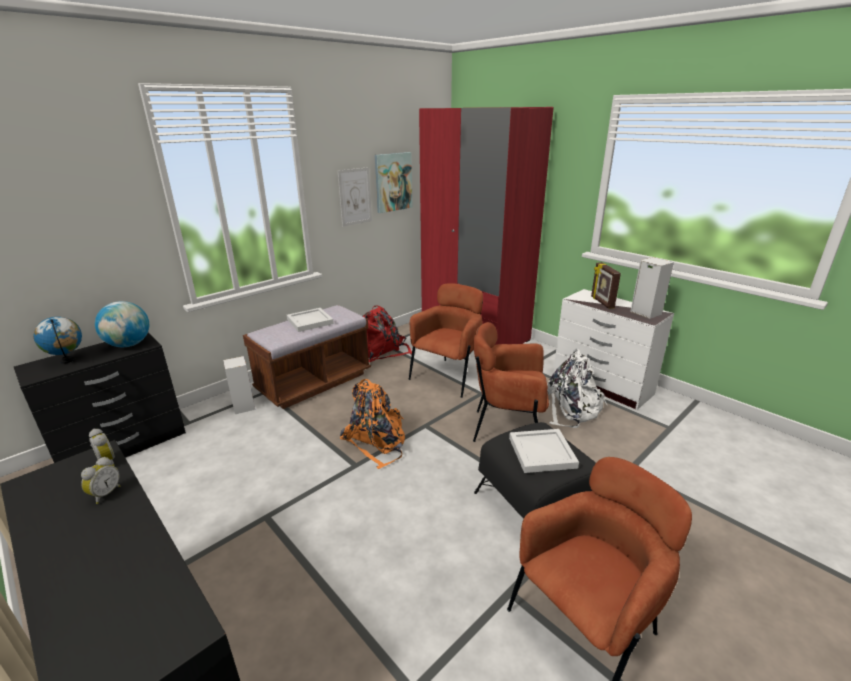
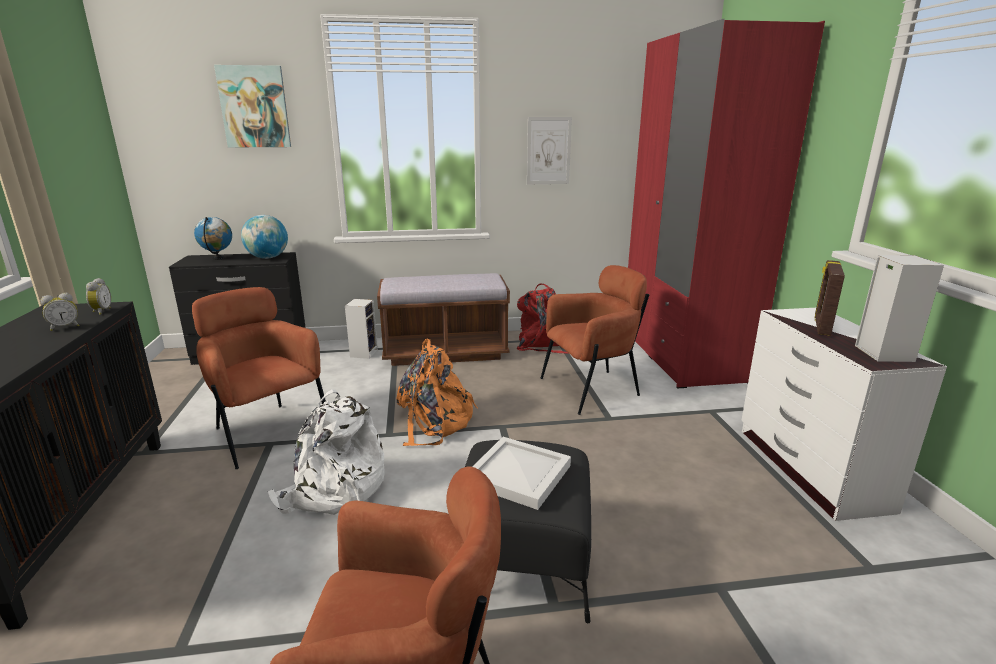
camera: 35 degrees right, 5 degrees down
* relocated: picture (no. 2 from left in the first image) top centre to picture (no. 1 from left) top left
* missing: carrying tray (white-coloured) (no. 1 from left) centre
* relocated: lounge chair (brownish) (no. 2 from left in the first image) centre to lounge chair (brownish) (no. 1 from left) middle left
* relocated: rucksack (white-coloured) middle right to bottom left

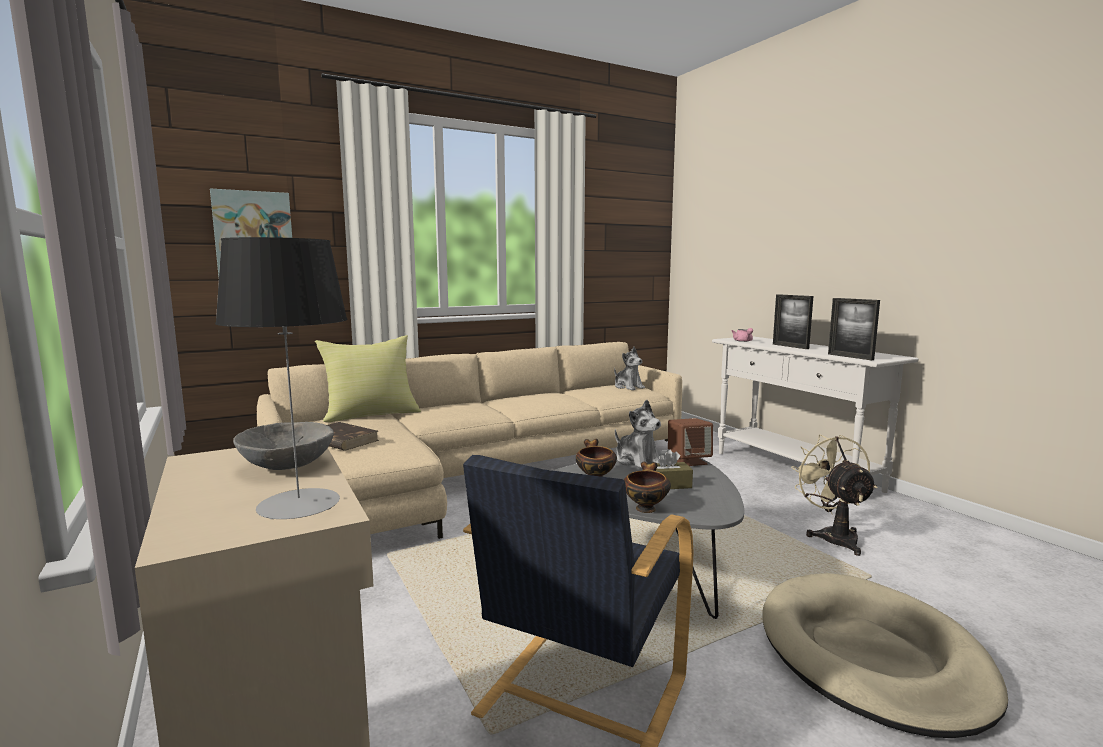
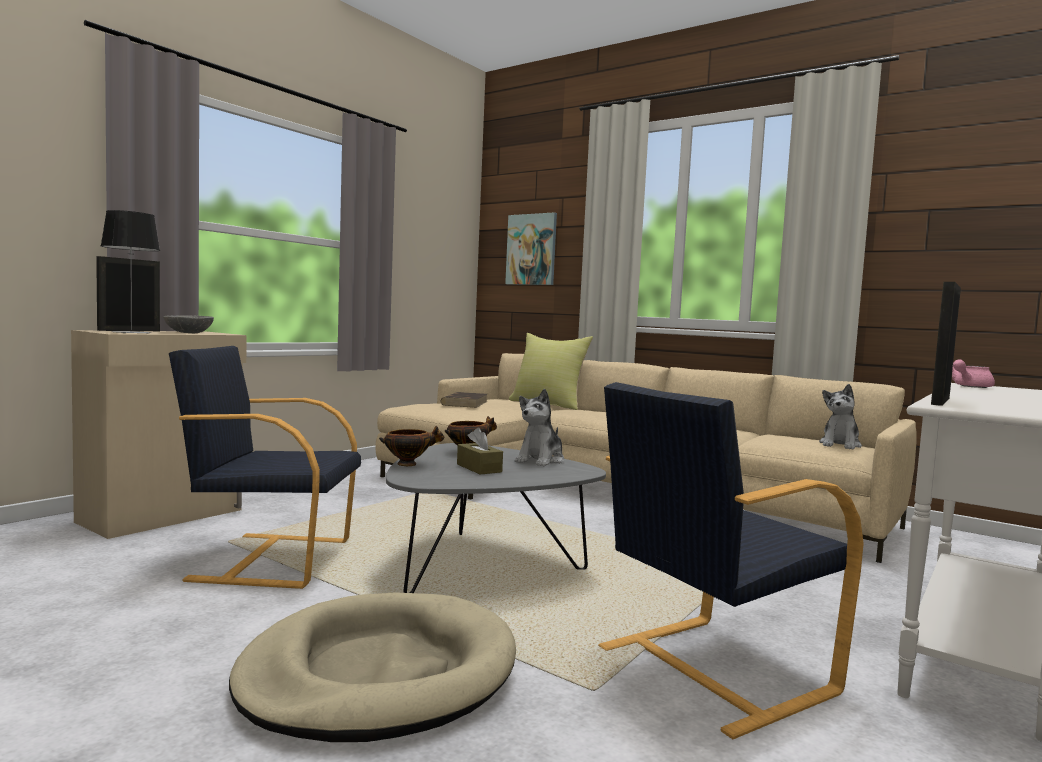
camera: 65 degrees right, 5 degrees down
* relocated: picture frame (no. 1 from left) middle right to middle left
* missing: audio speaker (brownish) centre
* exchanged: cooling fan (beige) middle right to lounge chair (black) (no. 2 from left) bottom right

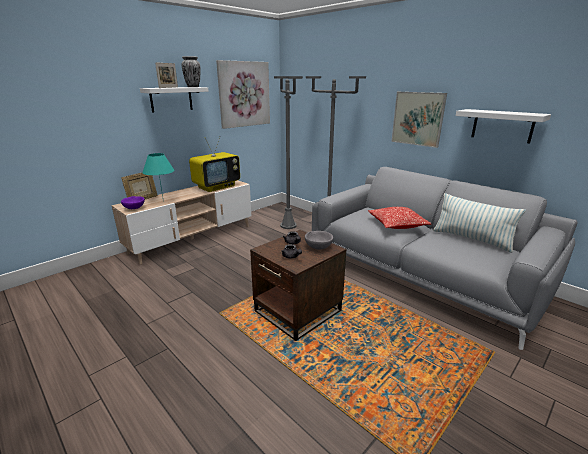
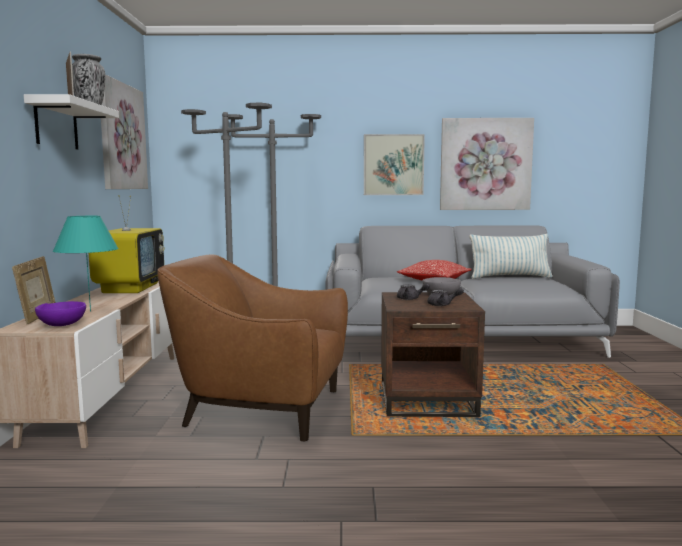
camera: 45 degrees left, 15 degrees down
* exchanged: wall shelf (white-coloured) (no. 2 from left) top right to picture (no. 3 from left) top right
* appeared: lounge chair (brownish) centre

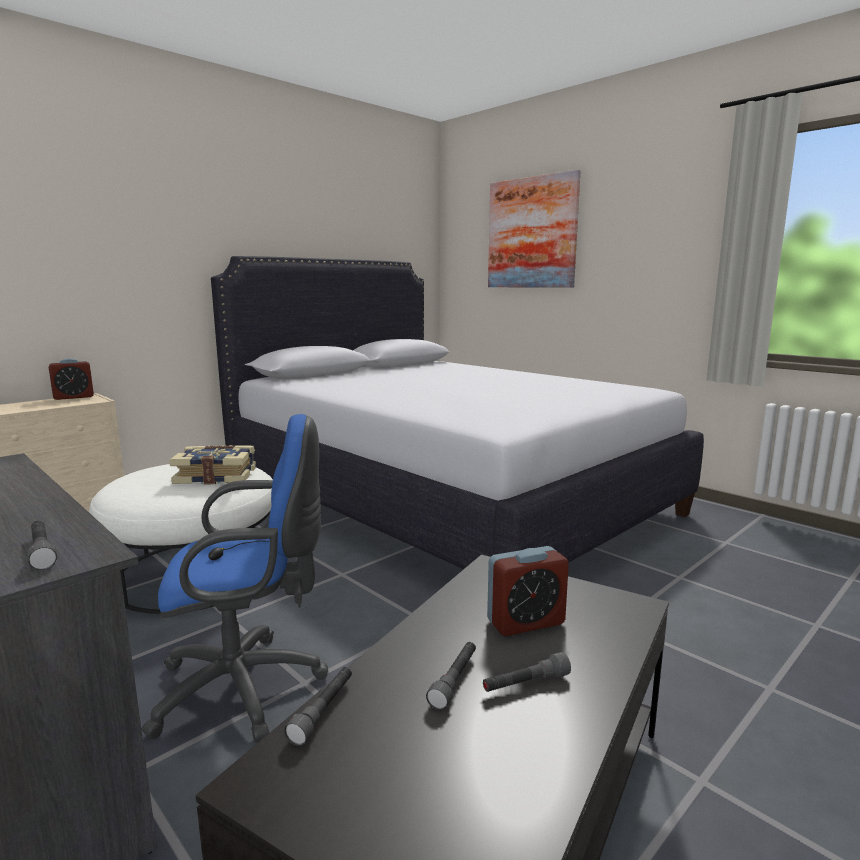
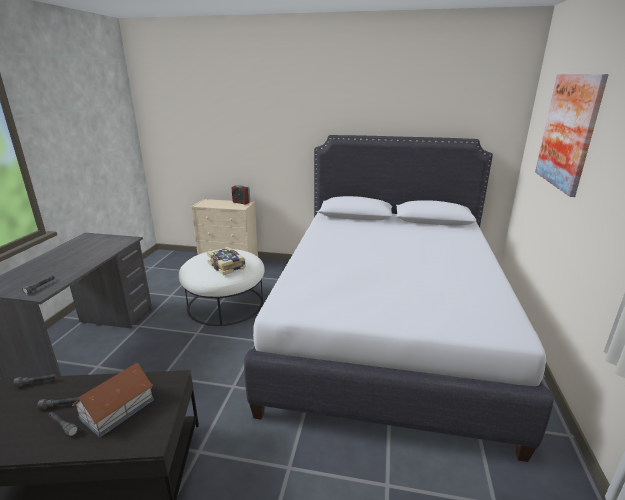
camera: 55 degrees right, 10 degrees up
* missing: desk chair (blue-coloured) bottom left
* exchanged: alarm clock (no. 2 from left) bottom centre to miniature house bottom left

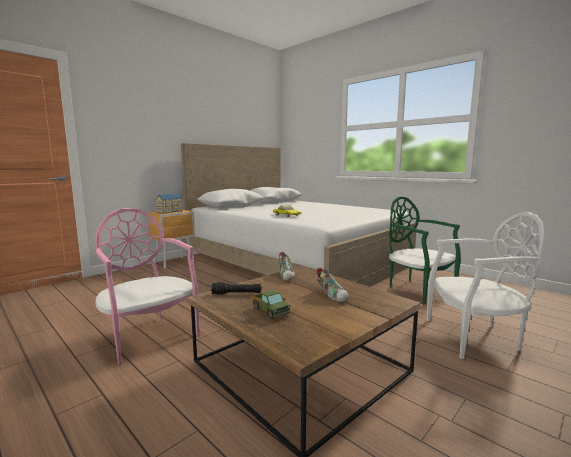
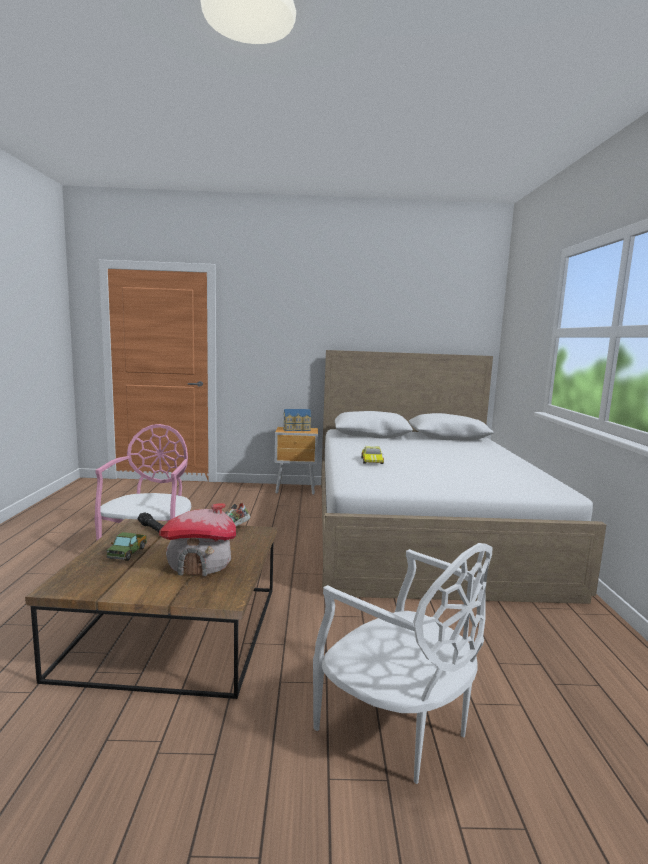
camera: 45 degrees right, 0 degrees up
* missing: plain chair (greenish) middle right
* exchanged: item of footwear (no. 2 from left) centre to miniature house (no. 1 from left) middle left

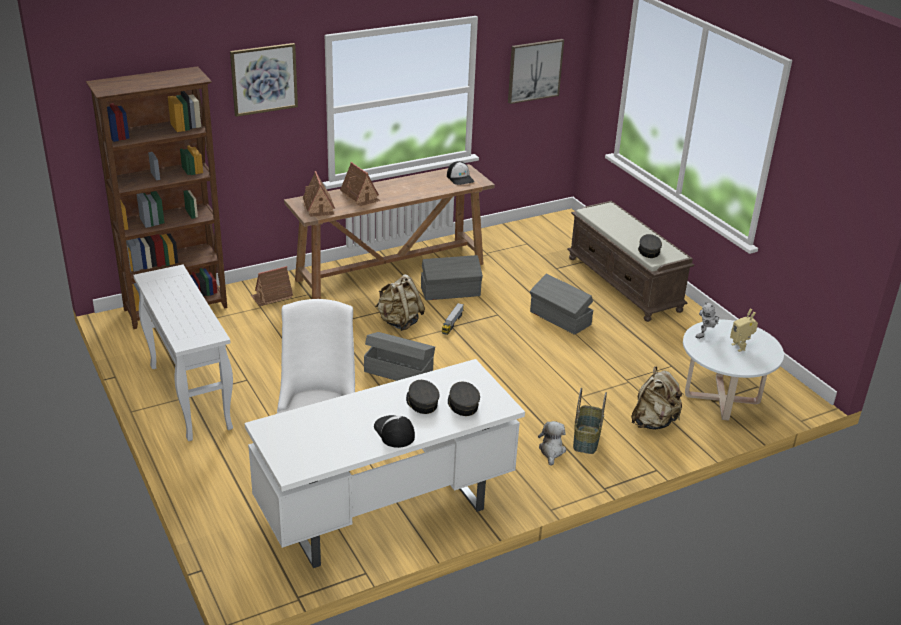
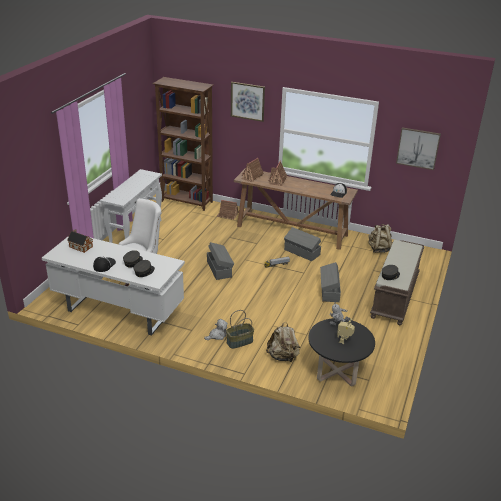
camera: 50 degrees right, 0 degrees up
* relocated: rucksack (beige) (no. 1 from left in the first image) centre to rucksack (beige) (no. 2 from left) middle right
* colour: coffee table (white-coloured) middle right to coffee table (black) bottom right
* appeared: miniature house (no. 1 from left) middle left

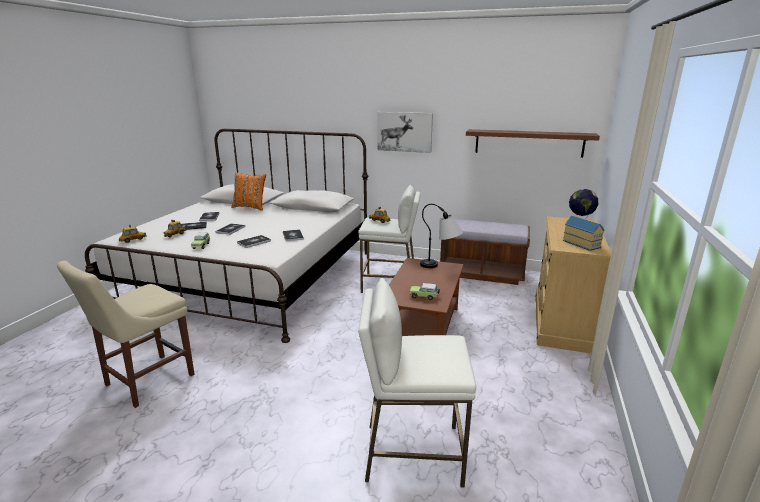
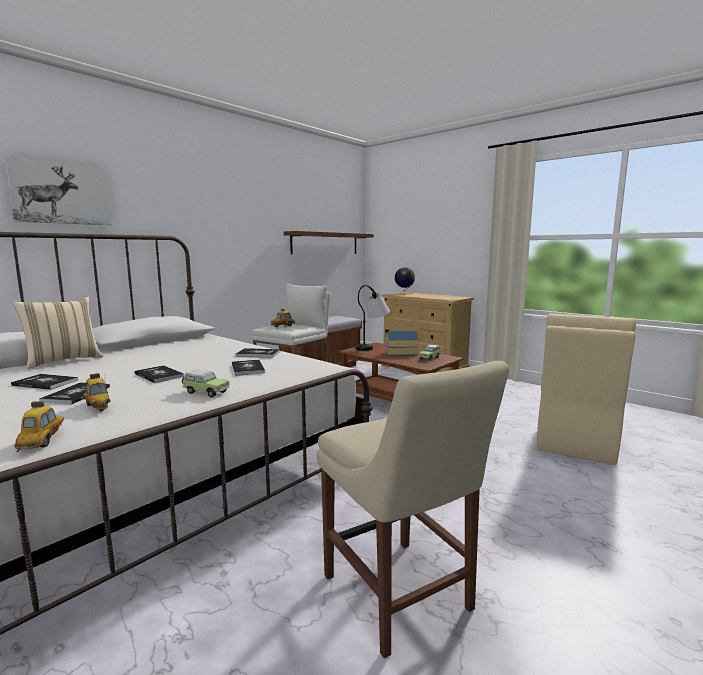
camera: 65 degrees left, 10 degrees down
* relocated: picture top centre to top left
* colour: pillow (orangey) middle left to pillow (beige) middle left
* relocated: miniature house middle right to centre
* exchanged: stool (white-coloured) (no. 2 from left) bottom centre to plain chair (beige) (no. 2 from left) middle right

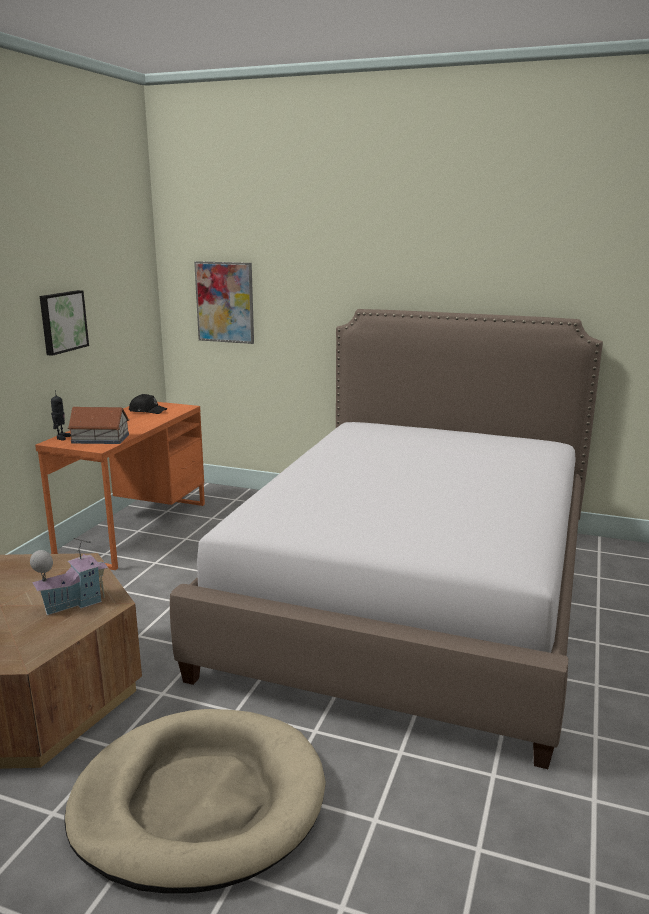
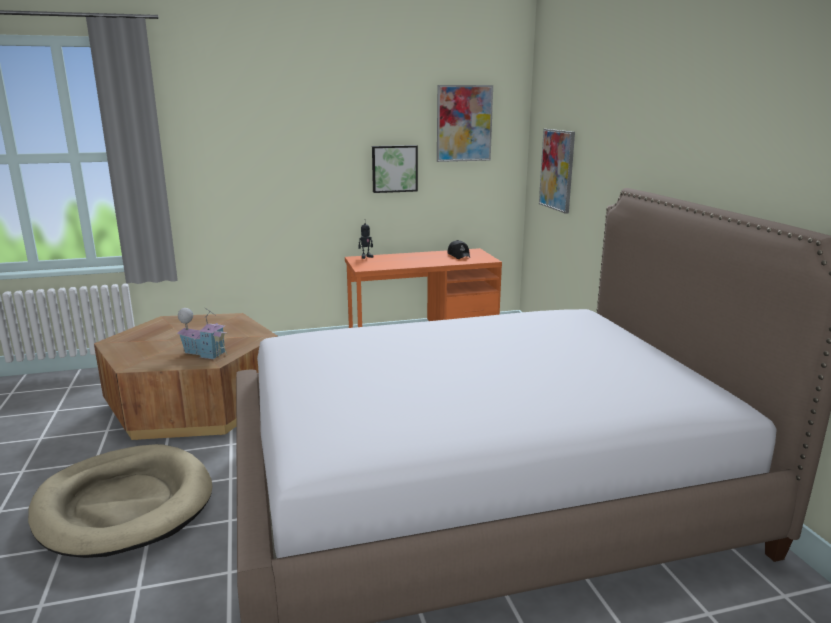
camera: 55 degrees right, 0 degrees up
* missing: miniature house (no. 2 from left) middle left
* appeared: picture (no. 2 from left) top centre

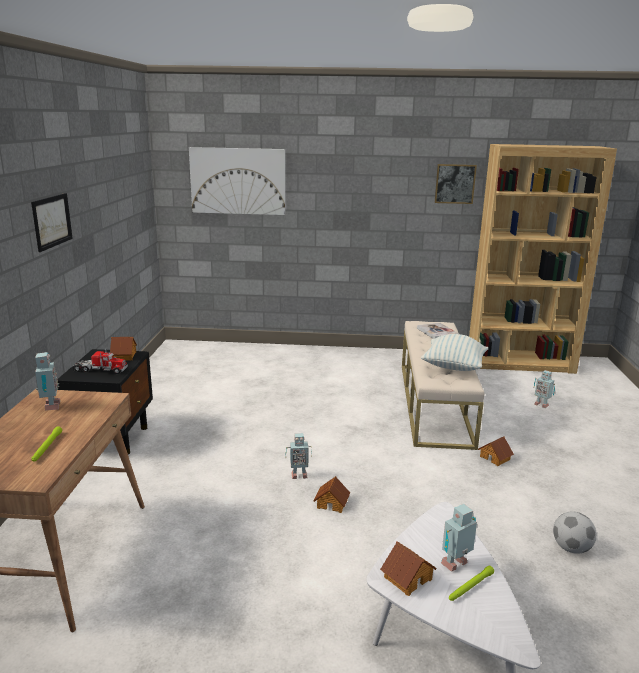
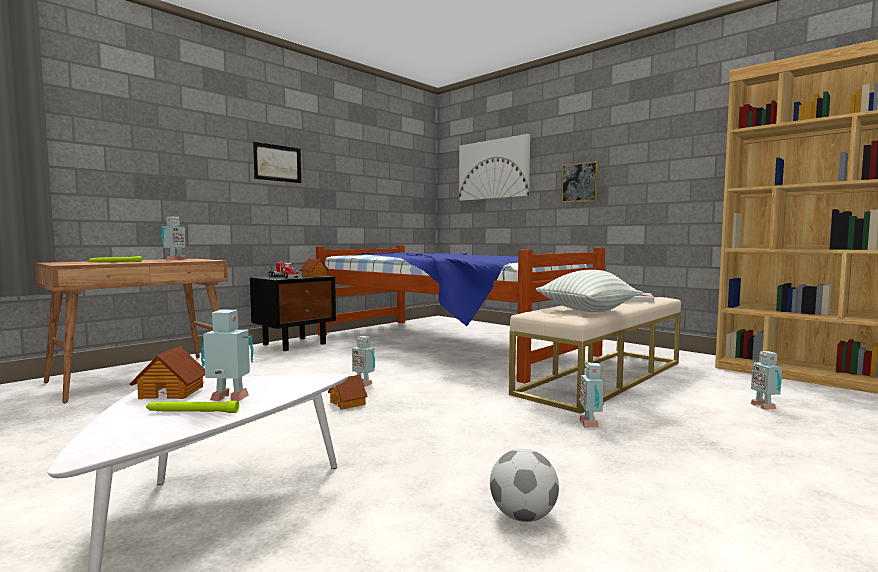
camera: 40 degrees right, 15 degrees down
* relocated: picture (no. 3 from left) top right to top centre
* exchanged: miniature house (no. 4 from left) bottom right to toy robot (no. 4 from left) bottom right
* appeared: bed centre

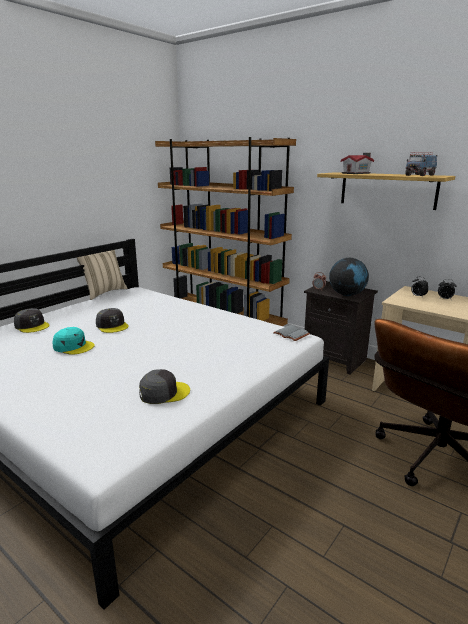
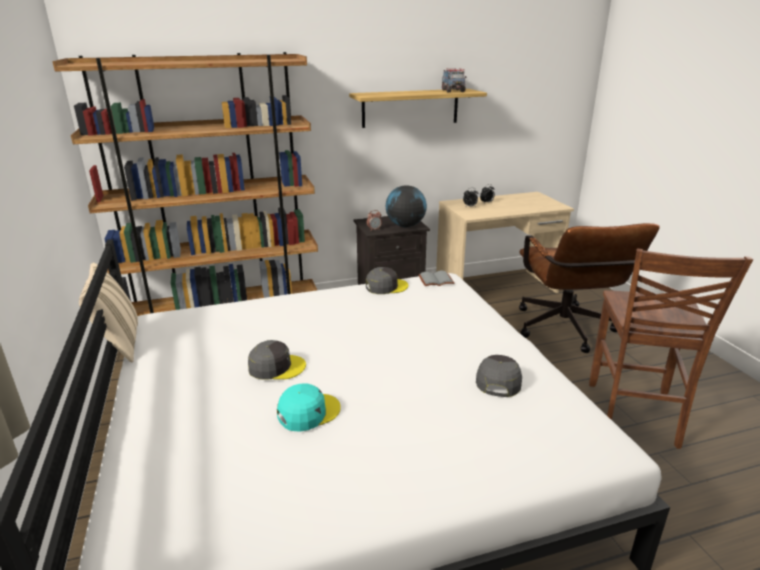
camera: 55 degrees left, 5 degrees up
* missing: miniature house top right
* relocated: baseball cap (grey) (no. 1 from left in the first image) middle left to baseball cap (grey) (no. 2 from left) centre
* appeared: plain chair (brownish) middle right

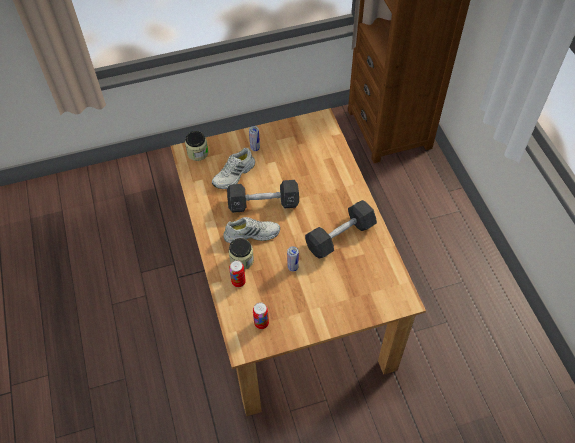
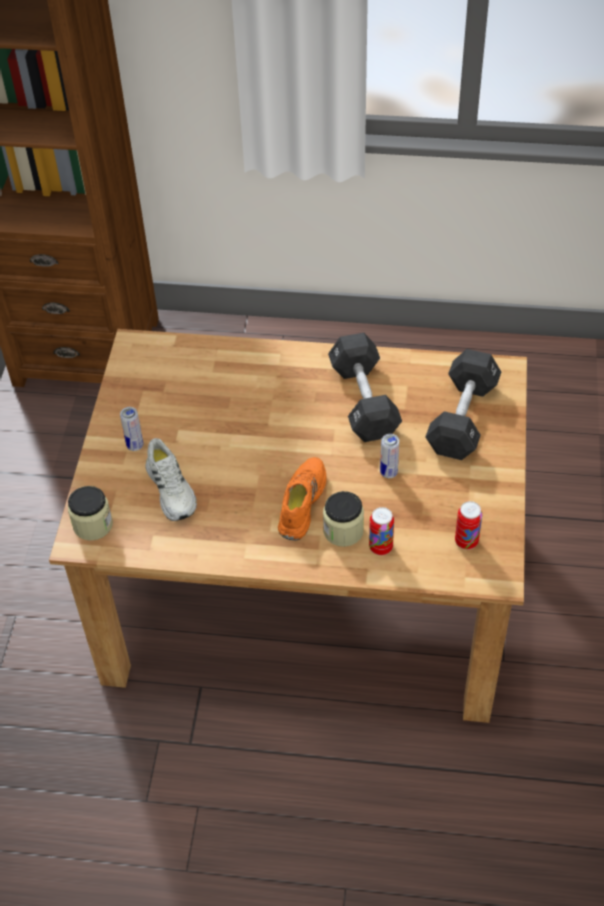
camera: 65 degrees left, 5 degrees down
* relocated: free weight (black) (no. 1 from left in the first image) centre to free weight (black) (no. 2 from left) middle right
* colour: item of footwear (white-coloured) (no. 2 from left) centre to item of footwear (orangey) centre

